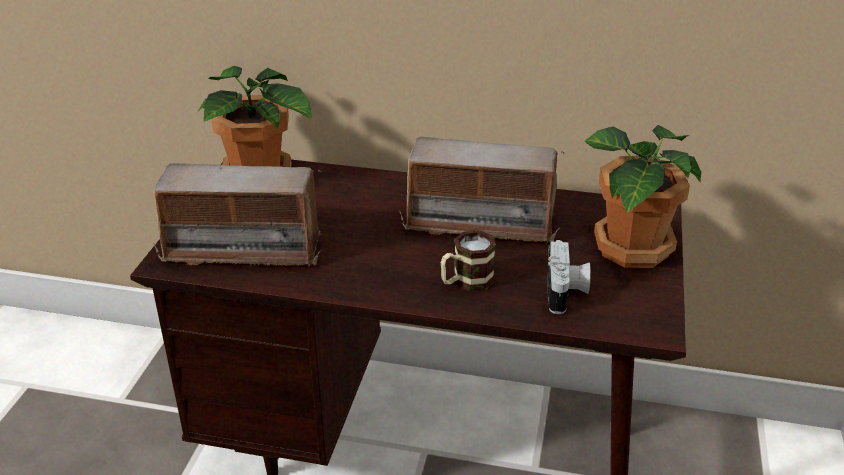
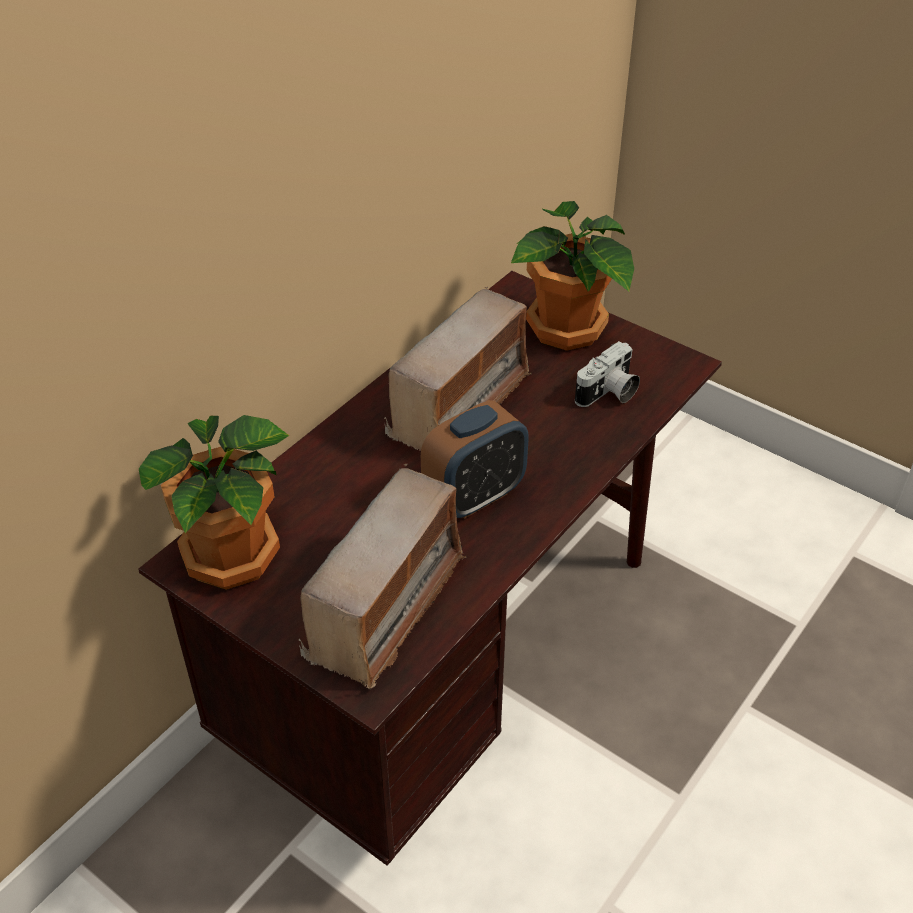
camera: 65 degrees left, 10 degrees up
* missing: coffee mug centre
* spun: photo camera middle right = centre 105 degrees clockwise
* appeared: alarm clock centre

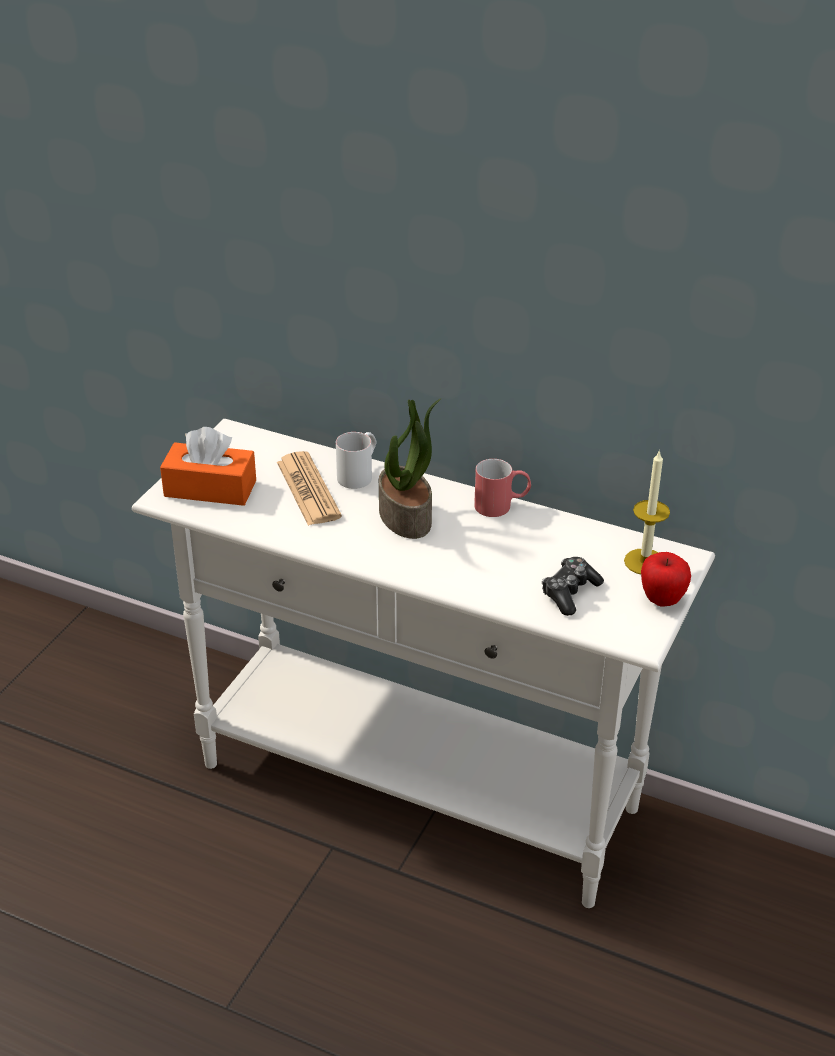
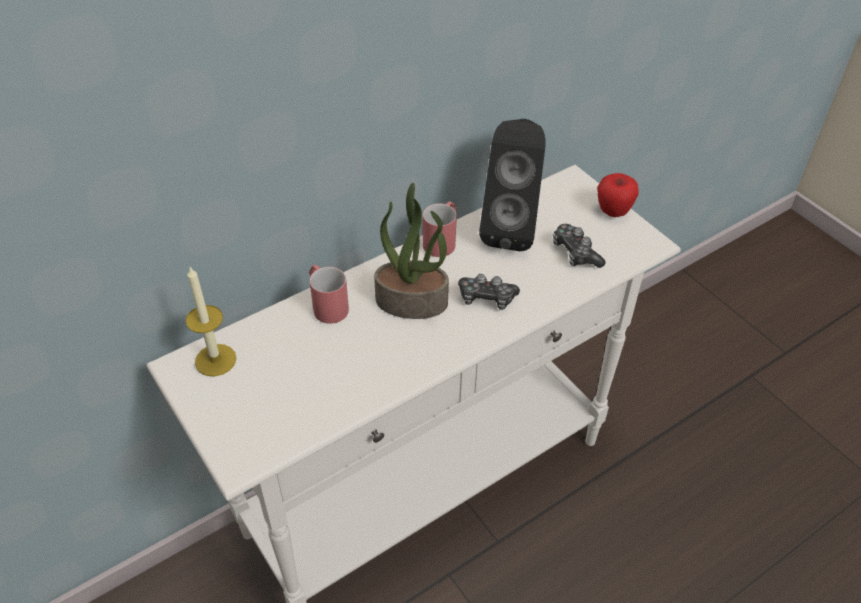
camera: 60 degrees left, 10 degrees up
* missing: box of tissues (orangey) middle left
* colour: coffee mug (white-coloured) centre to coffee mug (red) (no. 1 from left) centre
* relocated: candle middle right to middle left
* missing: daily paper centre
* appeared: audio speaker (black) top centre
* appeared: game controller (no. 1 from left) centre

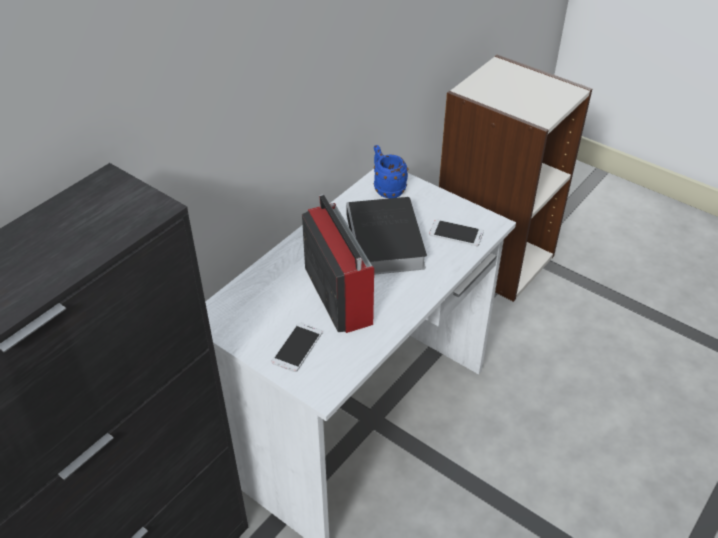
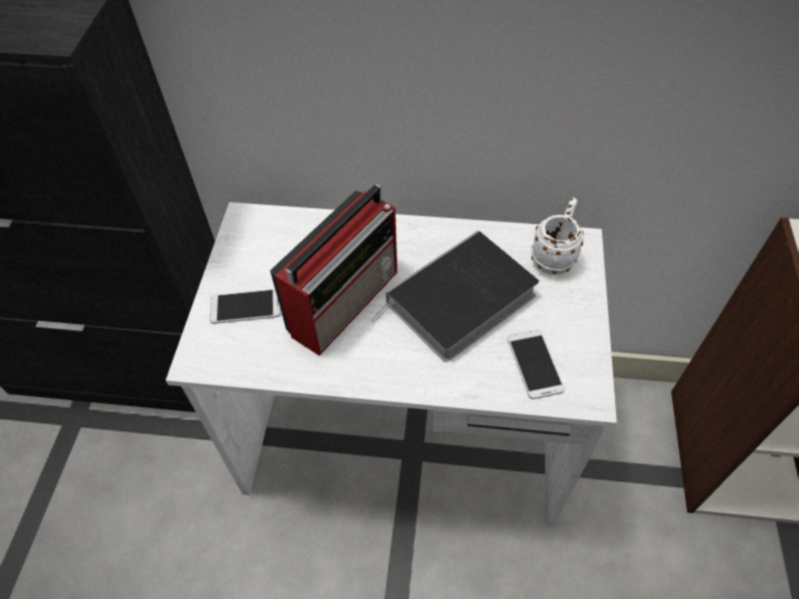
camera: 60 degrees right, 10 degrees up
* colour: coffee mug (blue-coloured) top centre to coffee mug (white-coloured) middle right

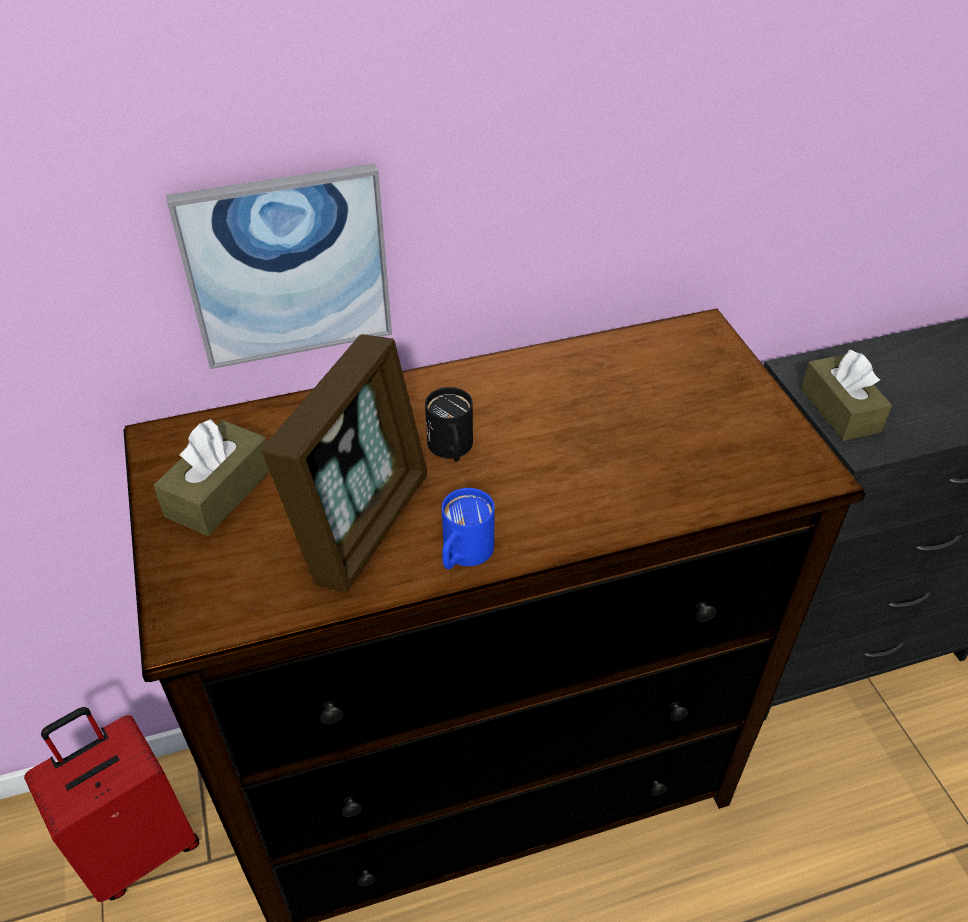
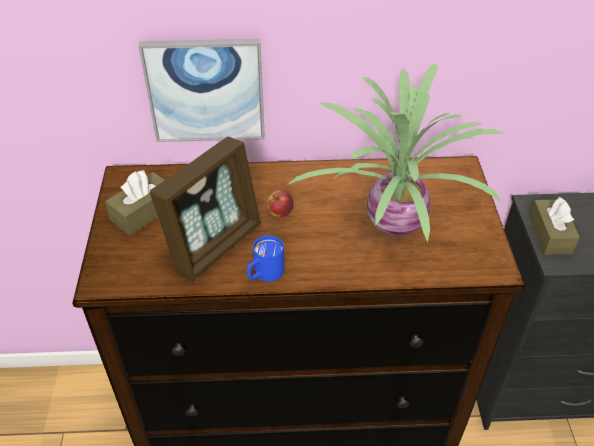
camera: 15 degrees right, 0 degrees up
* exchanged: coffee mug (black) centre to apple centre
* missing: piece of luggage (red) bottom left
* appeared: potted plant middle right

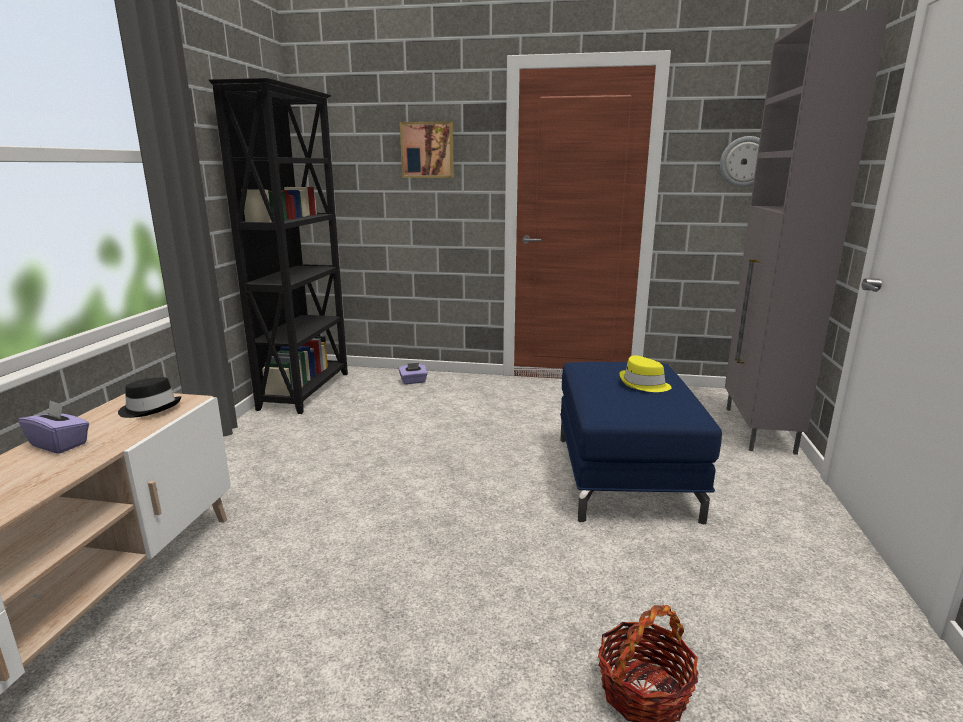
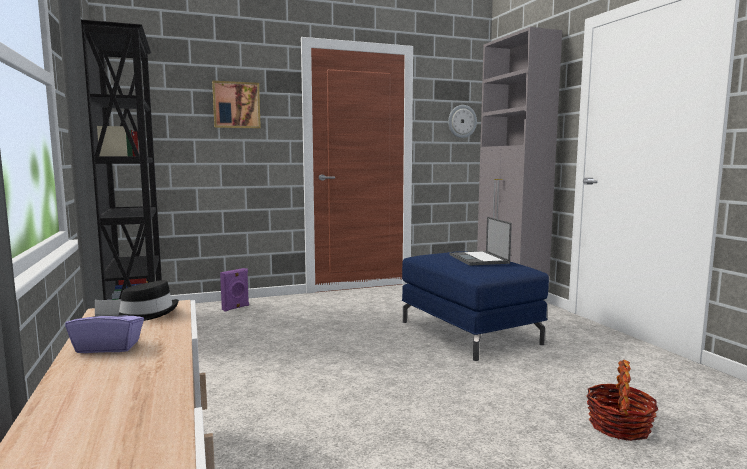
camera: 30 degrees left, 10 degrees down
* exchanged: clothing hat (yellow-coloured) middle right to portable computer centre
* exchanged: box of tissues (purple-coloured) (no. 2 from left) centre to audio speaker (purple-coloured) middle left

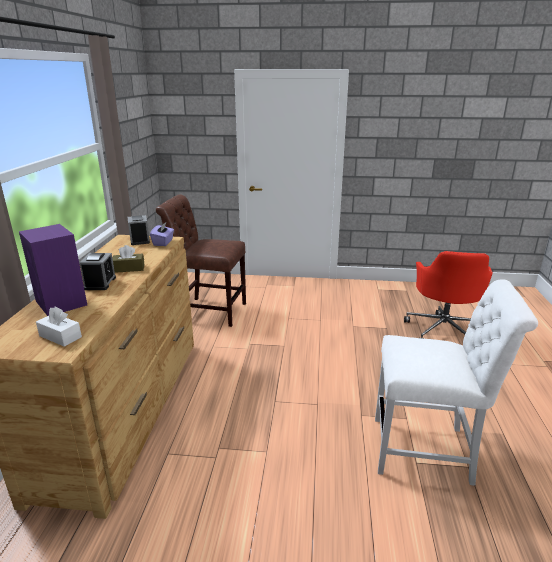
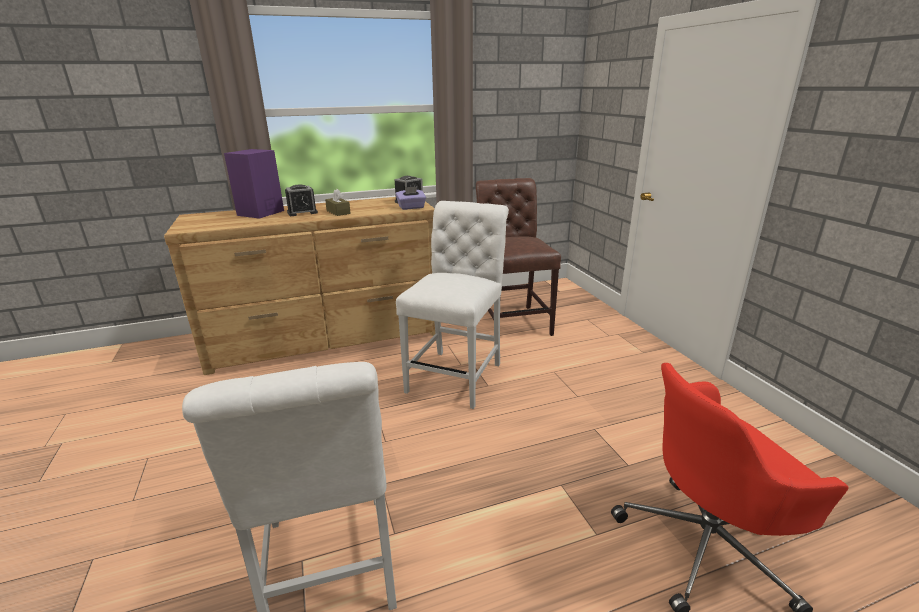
camera: 65 degrees right, 0 degrees up
* missing: box of tissues (white-coloured) middle left
* appeared: plain chair (white-coloured) (no. 2 from left) centre

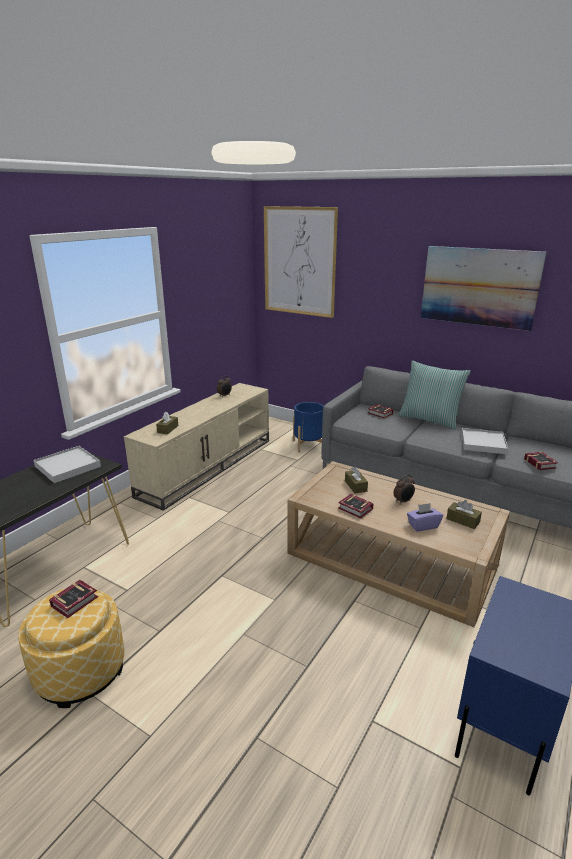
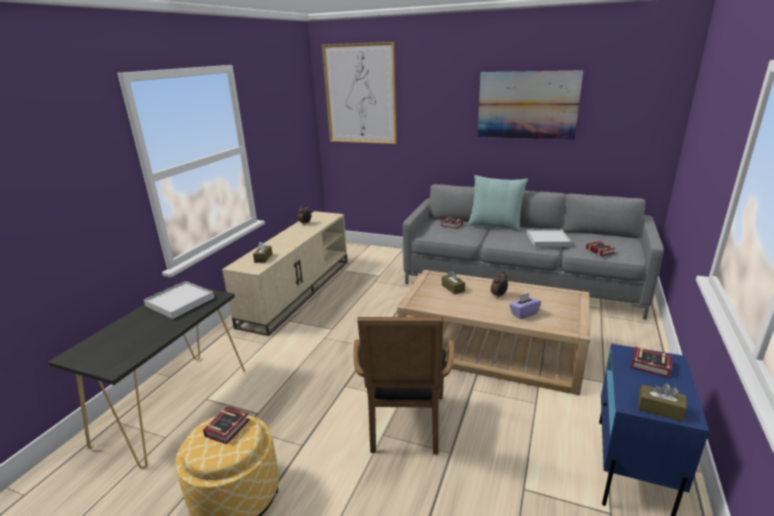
camera: 10 degrees left, 0 degrees up
* missing: plant pot (blue-coloured) centre
* relocated: bound book (no. 2 from left in the first image) centre to bound book (no. 4 from left) bottom right
* relocated: box of tissues (brownish) (no. 3 from left) middle right to bottom right
* appeared: lounge chair (black) bottom centre

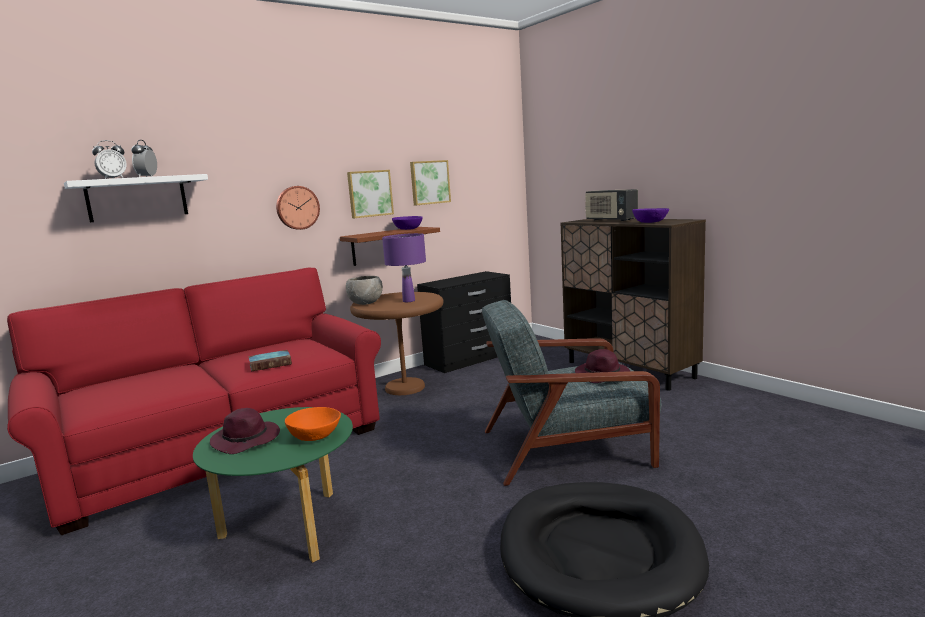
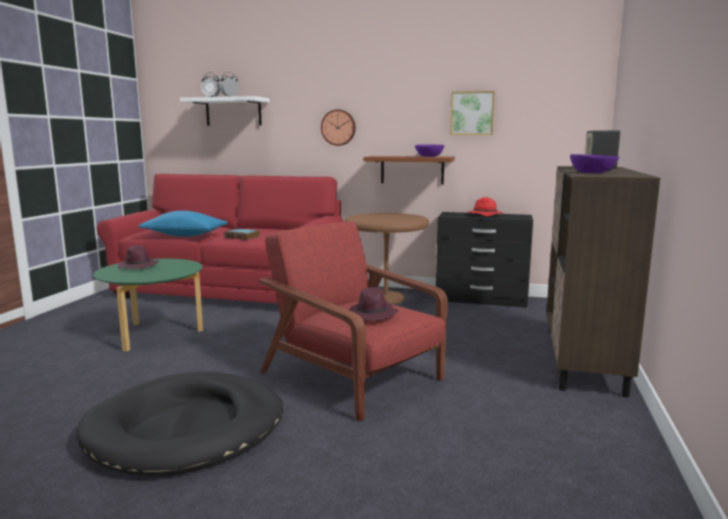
camera: 50 degrees right, 0 degrees up
* missing: picture (no. 1 from left) top centre
* missing: table lamp (purple-coloured) centre
* missing: bowl (grey) centre
* colour: lounge chair (grey) centre to lounge chair (red) centre
* missing: bowl (orangey) bottom centre
* appeared: clothing hat (red) centre
* appeared: pillow (blue-coloured) middle left

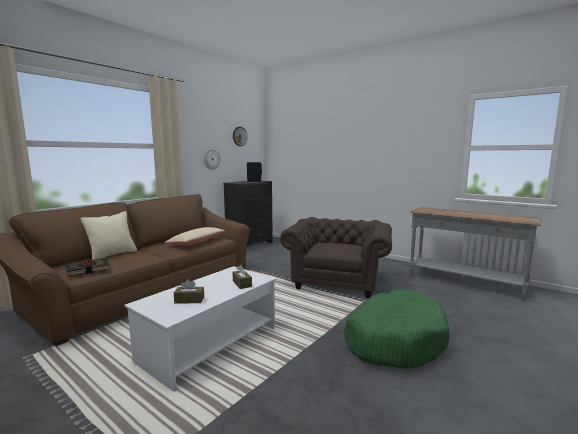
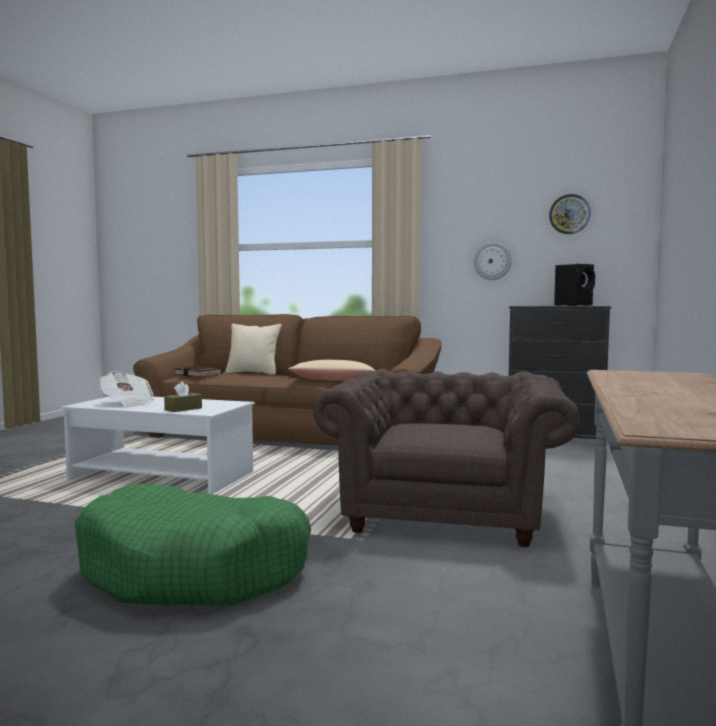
camera: 70 degrees right, 5 degrees down
* spun: lounge chair (brownish) centre = centre 75 degrees counterclockwise
* exchanged: box of tissues (brownish) (no. 1 from left) bottom left to daily paper middle left

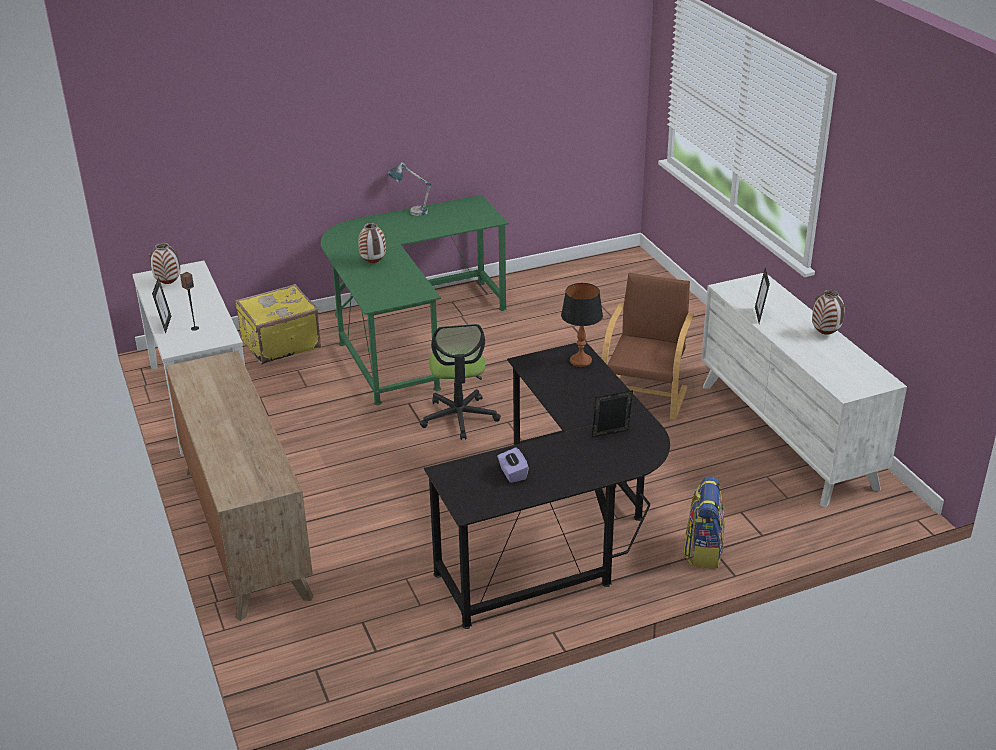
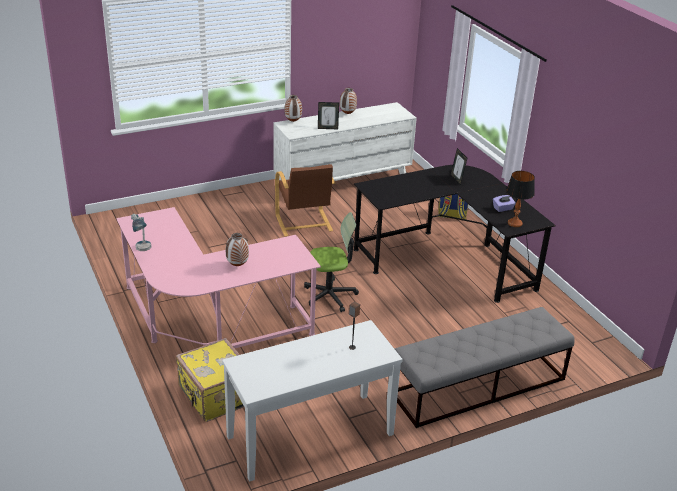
camera: 95 degrees left, 0 degrees up
* colour: desk table (greenish) centre to desk table (pink) middle left
* relocated: vase (no. 1 from left in the first image) middle left to vase (no. 2 from left) top centre
* spun: lounge chair (brownish) centre = centre 120 degrees counterclockwise
* missing: picture frame (no. 1 from left) middle left
* relocated: table lamp (no. 2 from left) centre to middle right
* exchanged: dresser (brownish) middle left to indoor bench (grey) bottom right

